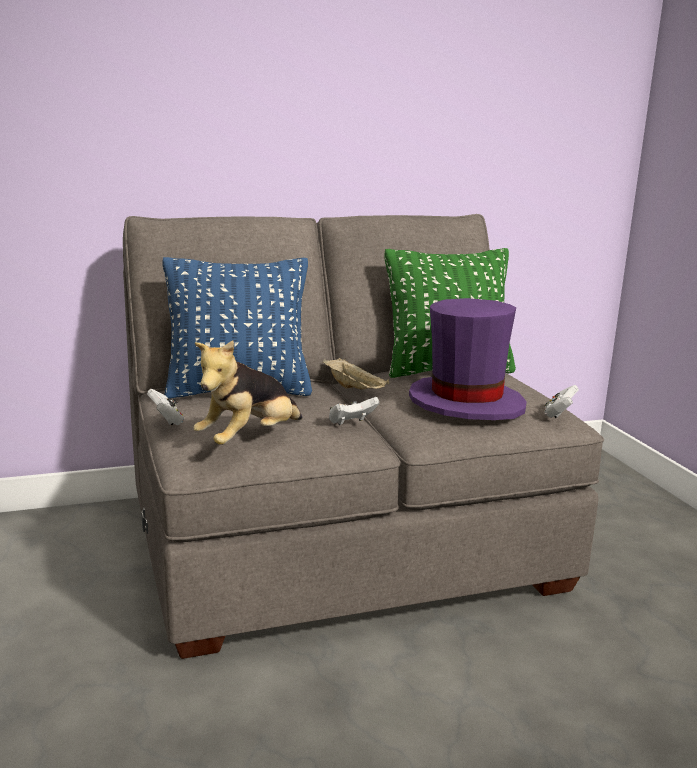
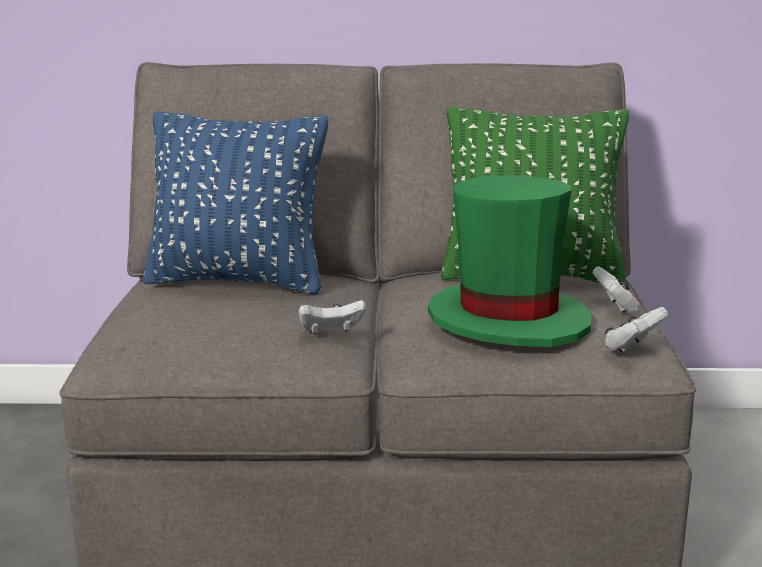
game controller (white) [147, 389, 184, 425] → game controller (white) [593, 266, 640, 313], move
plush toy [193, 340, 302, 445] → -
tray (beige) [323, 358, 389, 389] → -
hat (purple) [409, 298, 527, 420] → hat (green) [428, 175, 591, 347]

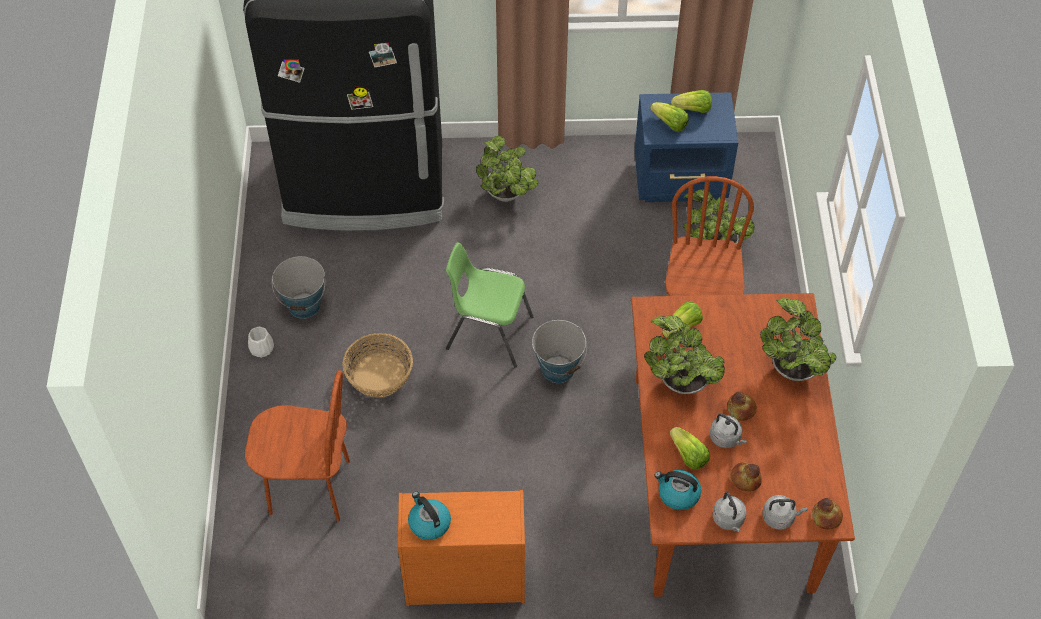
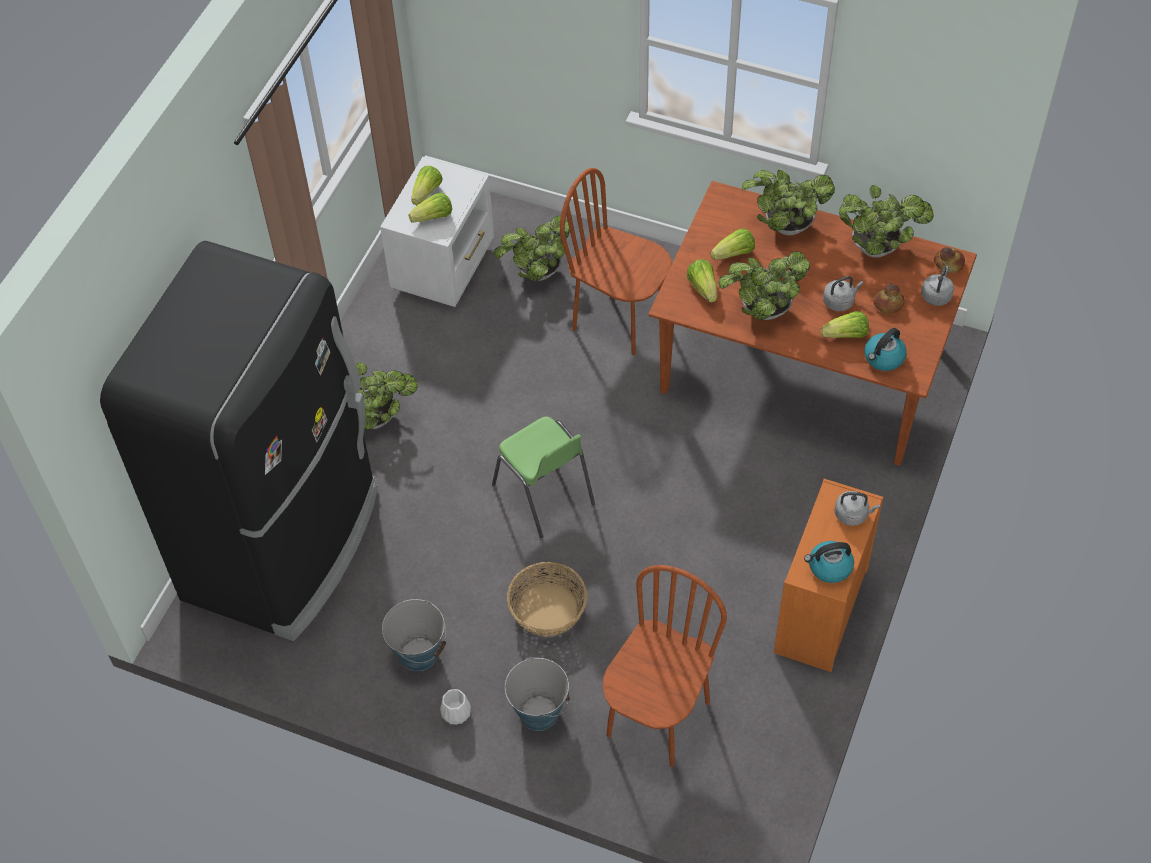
chair (green) [446, 242, 534, 368] → chair (green) [492, 417, 595, 538], 75 degrees counterclockwise
bucket [532, 320, 587, 383] → bucket [505, 657, 570, 731], move
nightstand (blue) [635, 92, 738, 202] → nightstand (white) [380, 157, 494, 307]
kettle (grey) [713, 492, 746, 532] → kettle (grey) [834, 491, 880, 526], move
bread [727, 392, 757, 421] → -
- → lettuce [711, 228, 755, 260]
- → potted plant [839, 185, 934, 258]

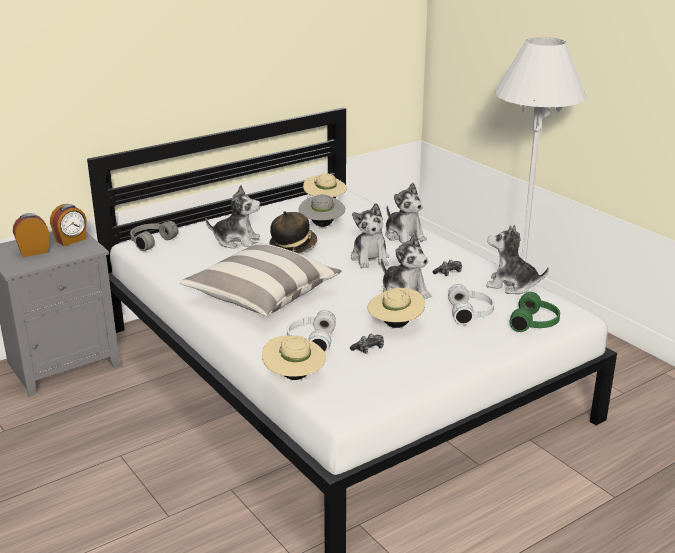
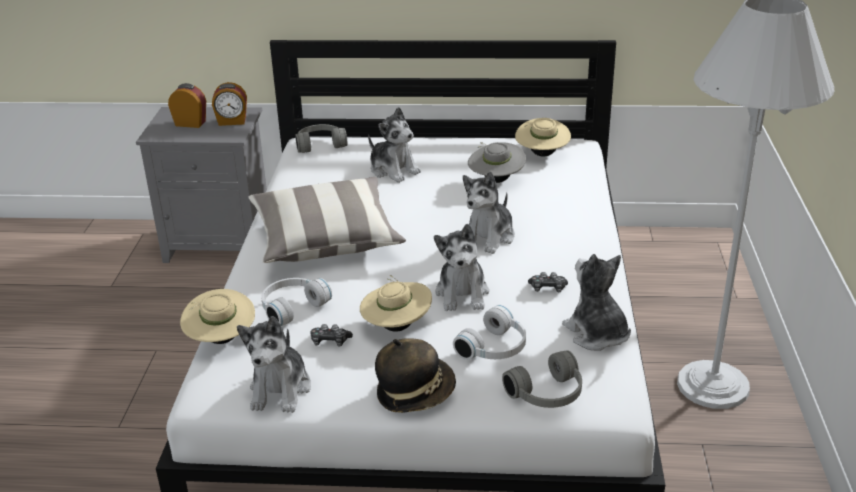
hat [270, 211, 317, 254] → hat [375, 338, 456, 413], move
plush toy [385, 183, 427, 243] → plush toy [237, 316, 311, 413], move
headphones (green) [509, 292, 560, 332] → headphones (grey) [502, 350, 582, 408]

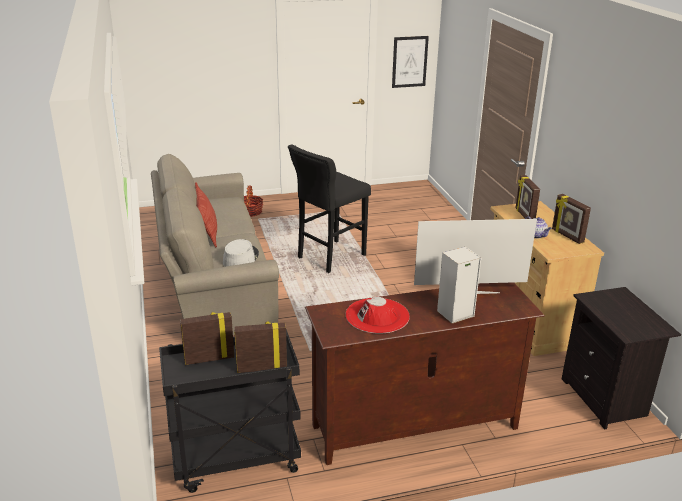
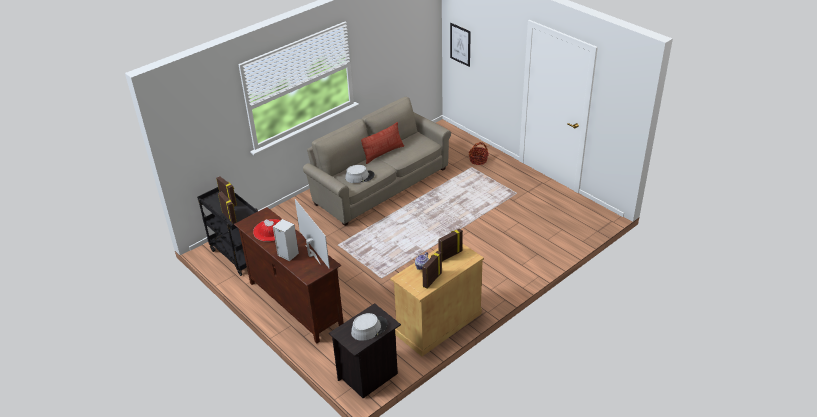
stool (black) [288, 145, 371, 273] → -
picture [392, 36, 429, 88] → picture [450, 23, 471, 67], move
- → hat (grey) [351, 313, 388, 341]

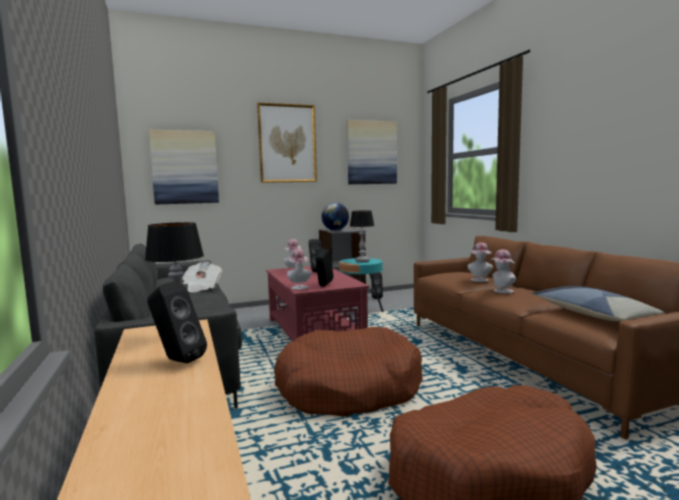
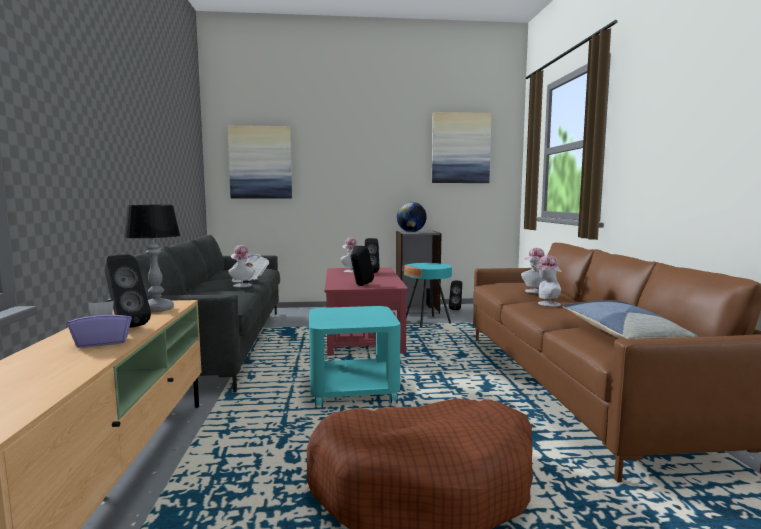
picture [257, 103, 317, 183] → -
dog bed (brown) [274, 327, 423, 417] → side table (turquoise) [309, 306, 400, 408]
hat [287, 249, 312, 290] → hat [228, 245, 255, 287], move
table lamp [350, 211, 374, 262] → -
- → tissue box (purple) [67, 301, 132, 348]

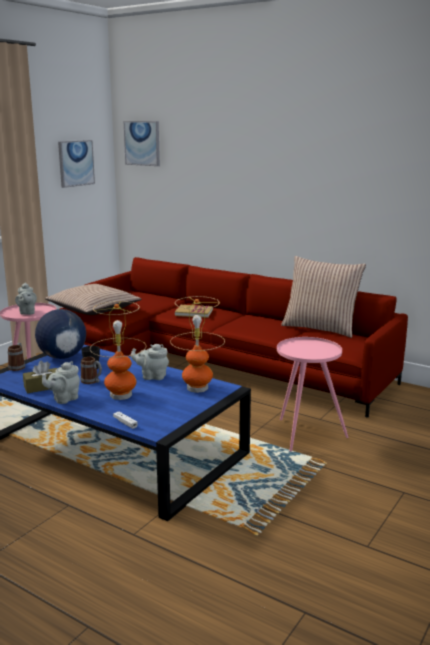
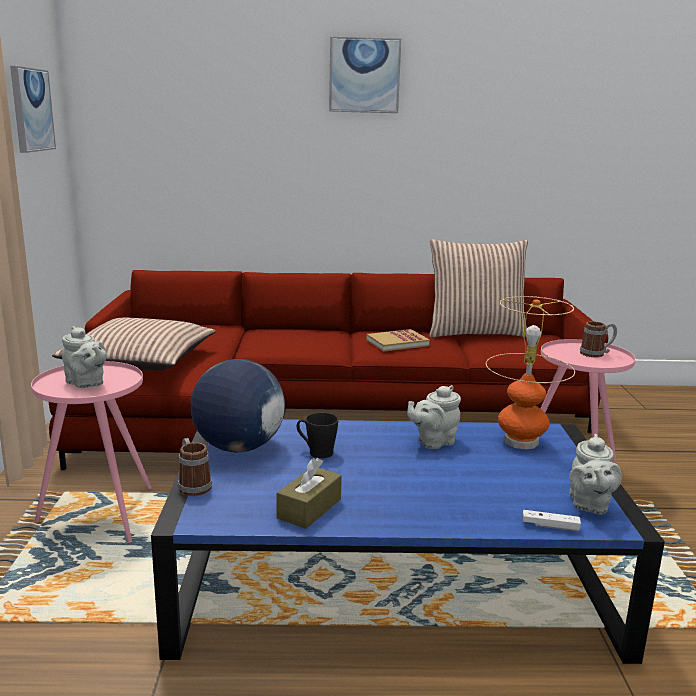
teapot (grey) [42, 361, 80, 404] → teapot (grey) [569, 434, 622, 515], move
mug [80, 357, 102, 384] → mug [580, 321, 617, 358], move
table lamp [90, 301, 146, 400] → -
picture [124, 121, 160, 166] → picture [329, 37, 401, 113], move
book [175, 305, 213, 318] → book [366, 329, 430, 352], move

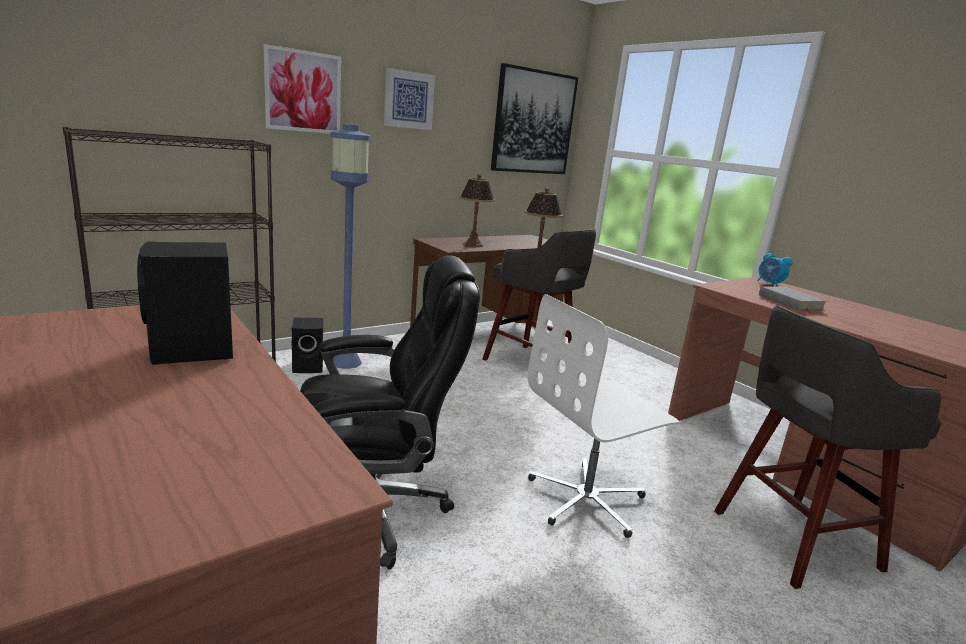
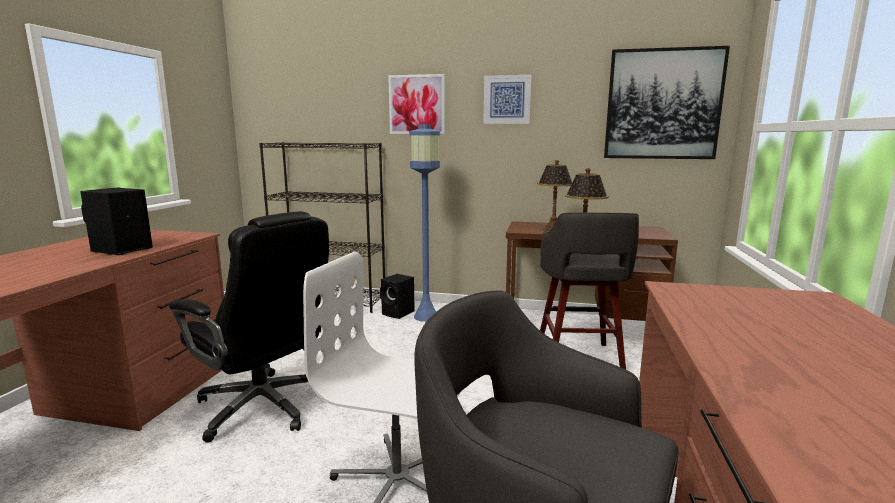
alarm clock [757, 250, 792, 287] → -
book (grey) [759, 286, 828, 314] → -

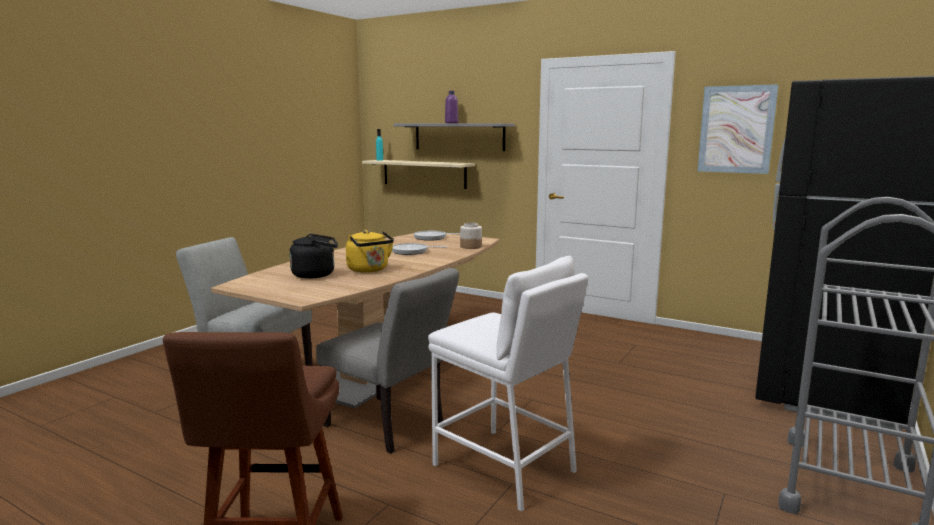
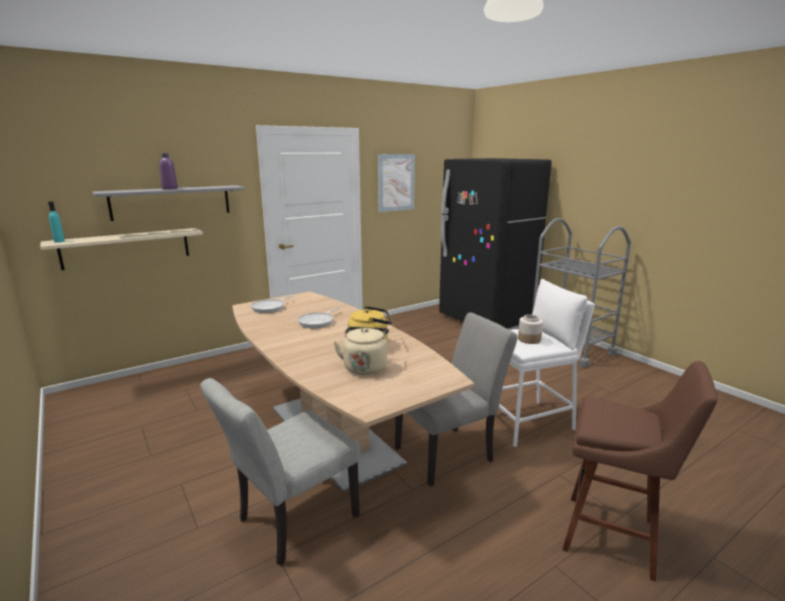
kettle (black) [289, 234, 338, 279] → kettle (beige) [333, 327, 389, 375]
jar [460, 223, 482, 249] → jar [518, 314, 543, 344], move

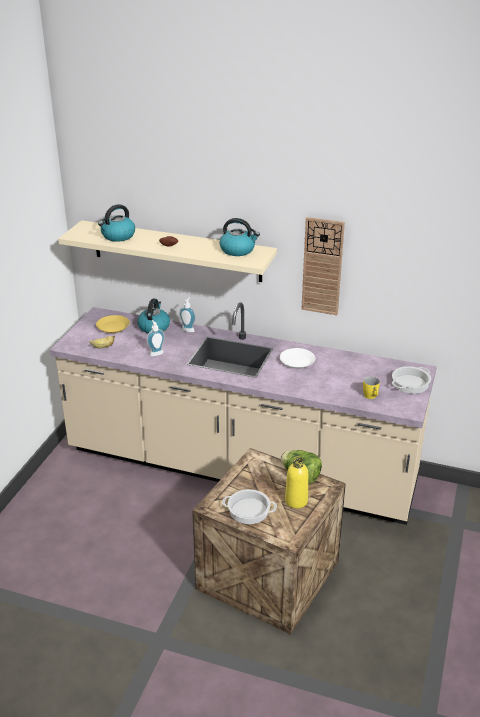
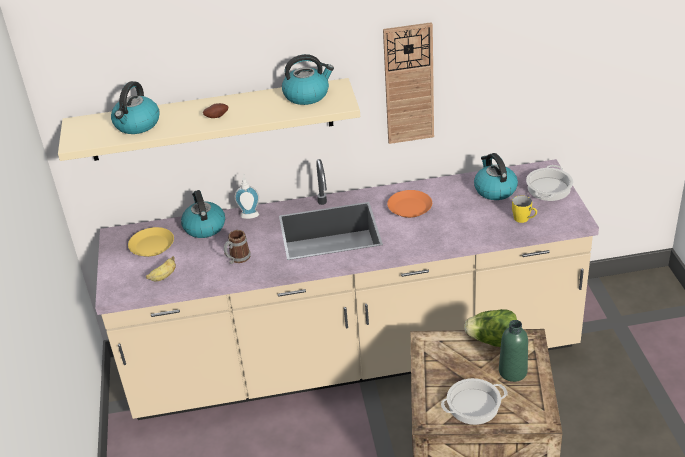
soap dispenser [147, 320, 165, 356] → mug [224, 230, 251, 264]
plate (white) [280, 348, 315, 369] → plate (orange) [387, 190, 432, 218]
bottle (yellow) [285, 457, 308, 509] → bottle (green) [499, 320, 528, 382]
- → kettle [474, 153, 518, 200]

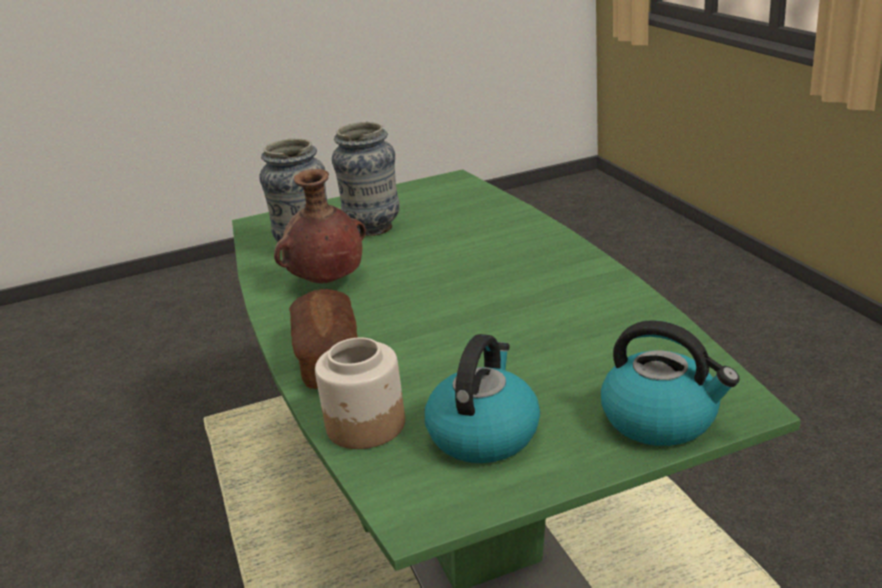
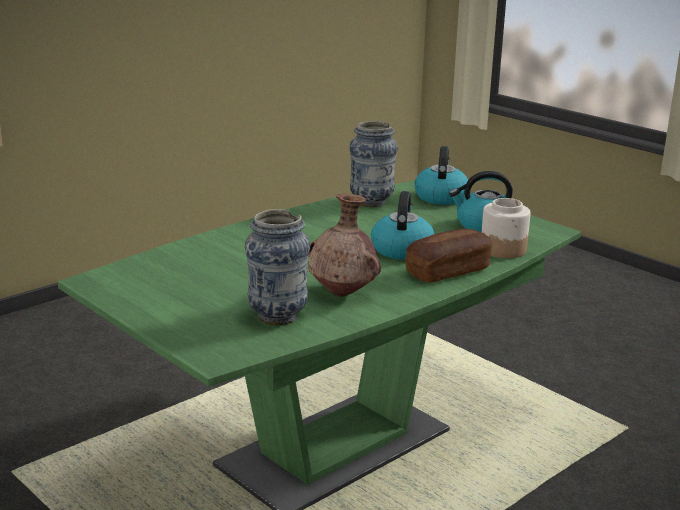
vase [332, 122, 400, 236] → vase [349, 121, 398, 207], move
- → kettle [371, 191, 434, 260]

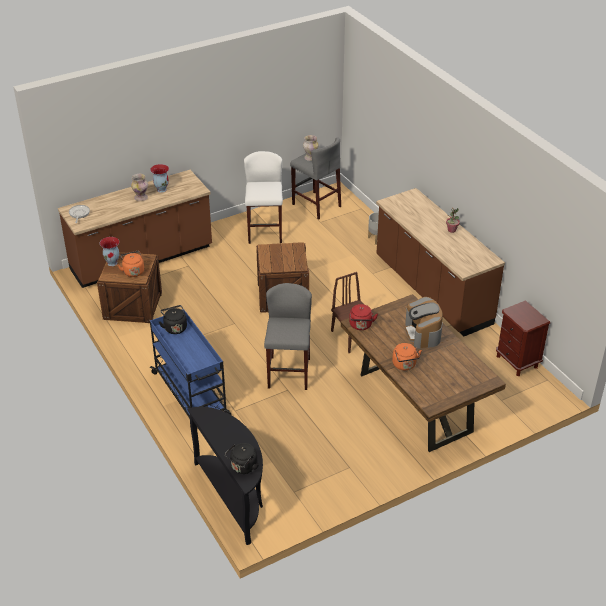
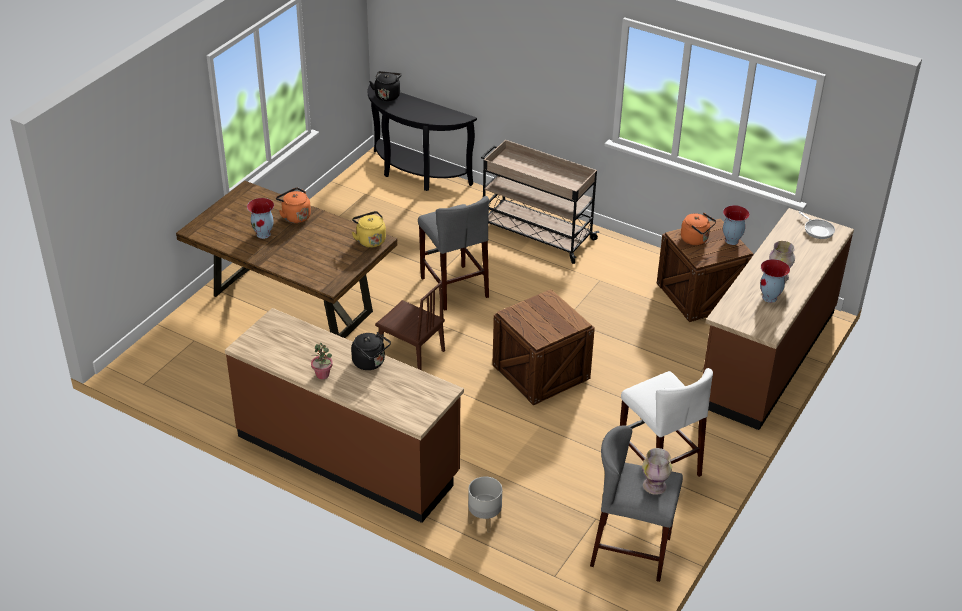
cart (blue) [150, 309, 232, 419] → cart (beige) [481, 140, 600, 264]
kettle (black) [159, 305, 187, 334] → kettle (black) [351, 332, 391, 370], move
kettle (red) [349, 304, 378, 330] → kettle (yellow) [352, 211, 386, 248]
coffee machine [405, 297, 443, 349] → -
nightstand (brown) [496, 300, 550, 376] → -
- → vase [247, 198, 274, 239]

